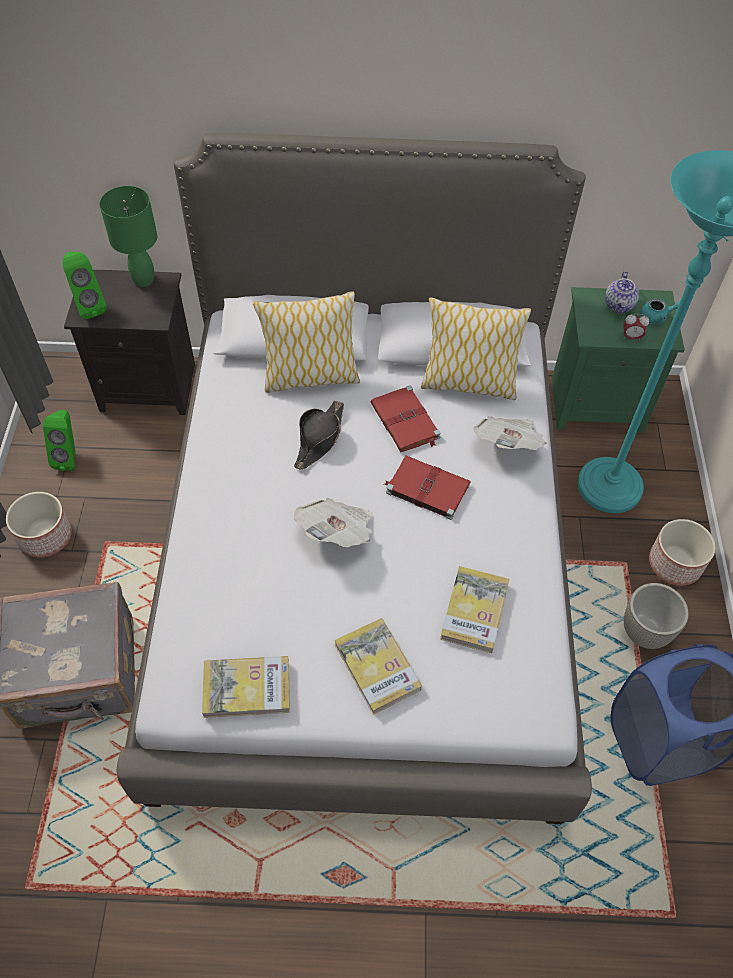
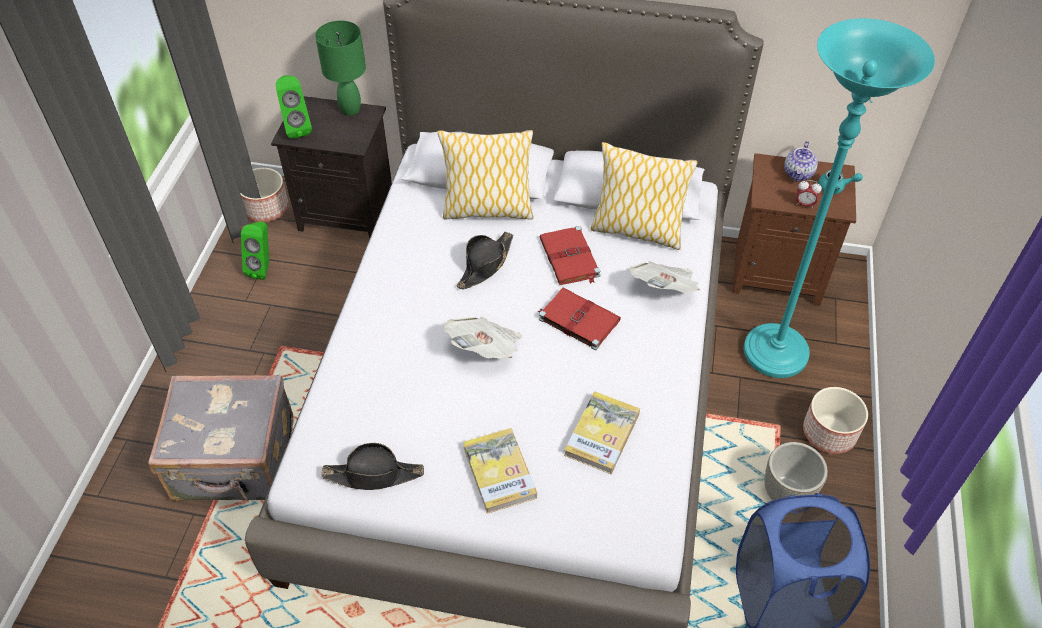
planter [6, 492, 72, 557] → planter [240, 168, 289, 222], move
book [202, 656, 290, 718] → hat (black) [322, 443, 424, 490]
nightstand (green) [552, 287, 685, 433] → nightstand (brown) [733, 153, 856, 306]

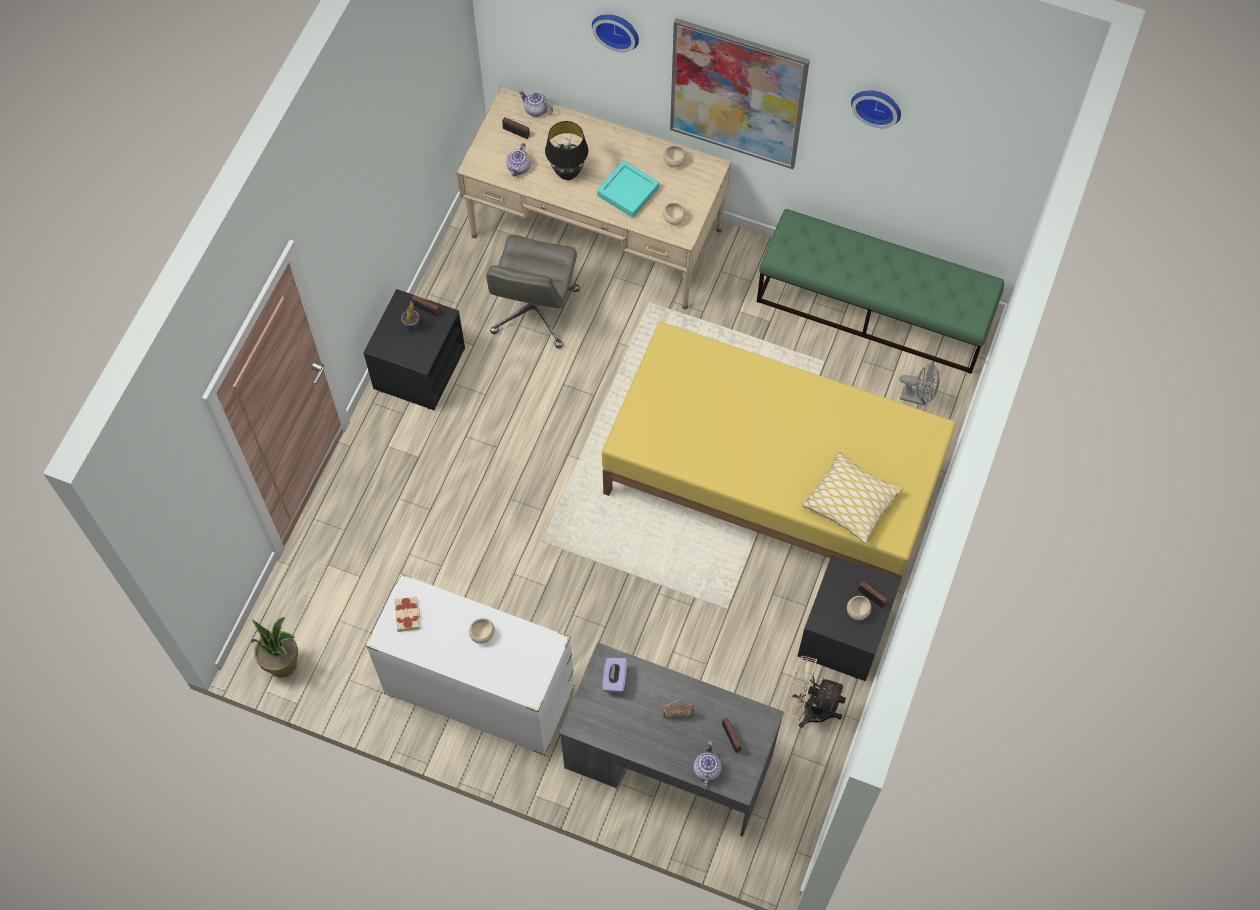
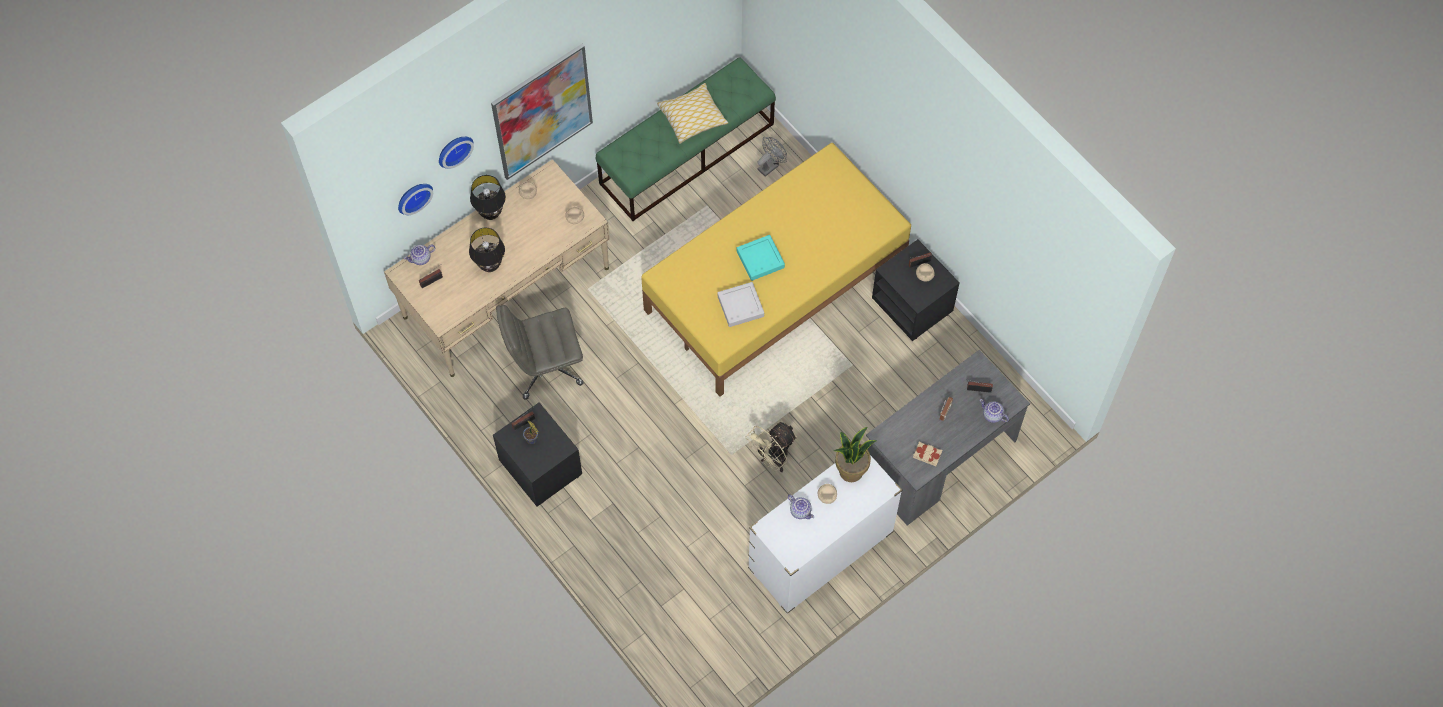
potted plant [250, 617, 298, 678] → potted plant [834, 427, 877, 482], move
book (beige) [395, 596, 420, 632] → book (beige) [913, 441, 942, 466], move
office chair (grey) [486, 235, 580, 348] → office chair (grey) [496, 305, 584, 400], 120 degrees clockwise
teapot [506, 143, 531, 177] → teapot [788, 494, 814, 519], move
tray (turquoise) [597, 160, 659, 218] → tray (turquoise) [737, 235, 785, 281], move
tissue box (purple) [602, 658, 628, 693] → -
fan (beige) [785, 656, 846, 728] → fan (beige) [745, 422, 797, 472], move
pillow [802, 452, 903, 544] → pillow [657, 83, 729, 144], move
wall clock [851, 90, 901, 128] → wall clock [398, 184, 433, 215], move
- → table lamp (black) [470, 175, 506, 220]
- → tray (grey) [717, 282, 764, 327]

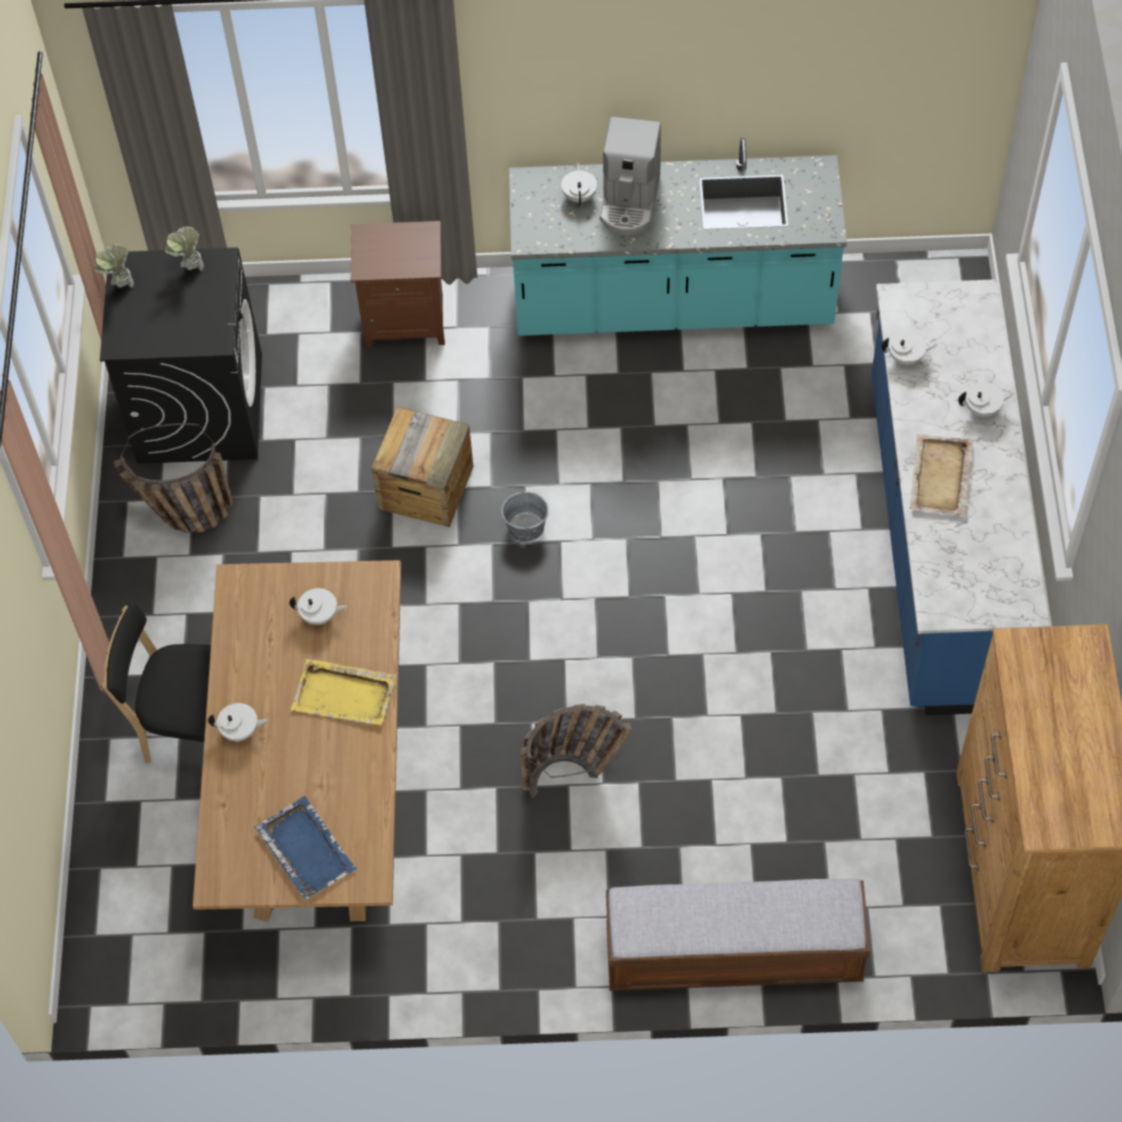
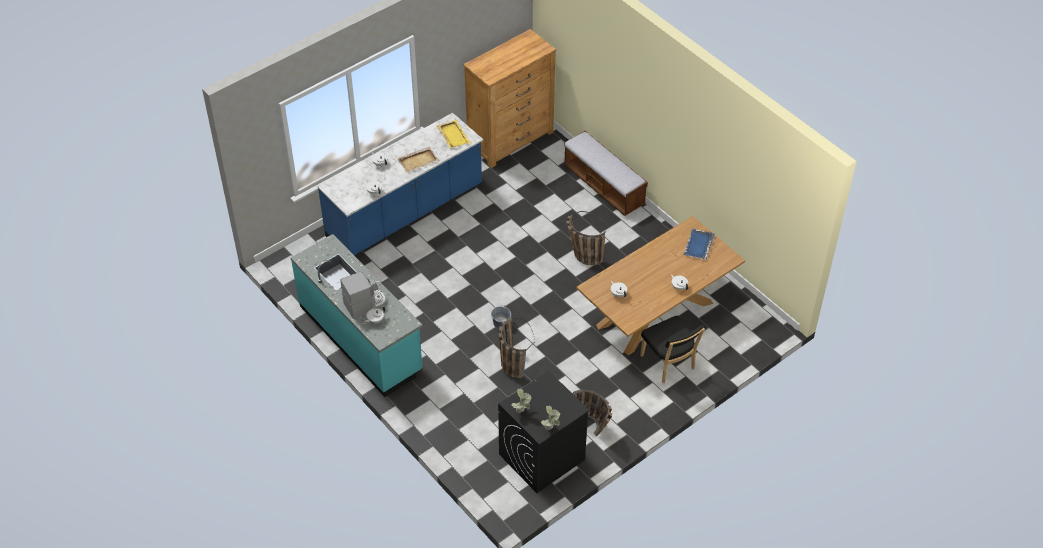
tray (yellow) [291, 659, 396, 725] → tray (yellow) [437, 120, 471, 148], move
nightstand (brown) [351, 221, 445, 348] → -
crate [372, 407, 473, 527] → basket [499, 318, 535, 378]

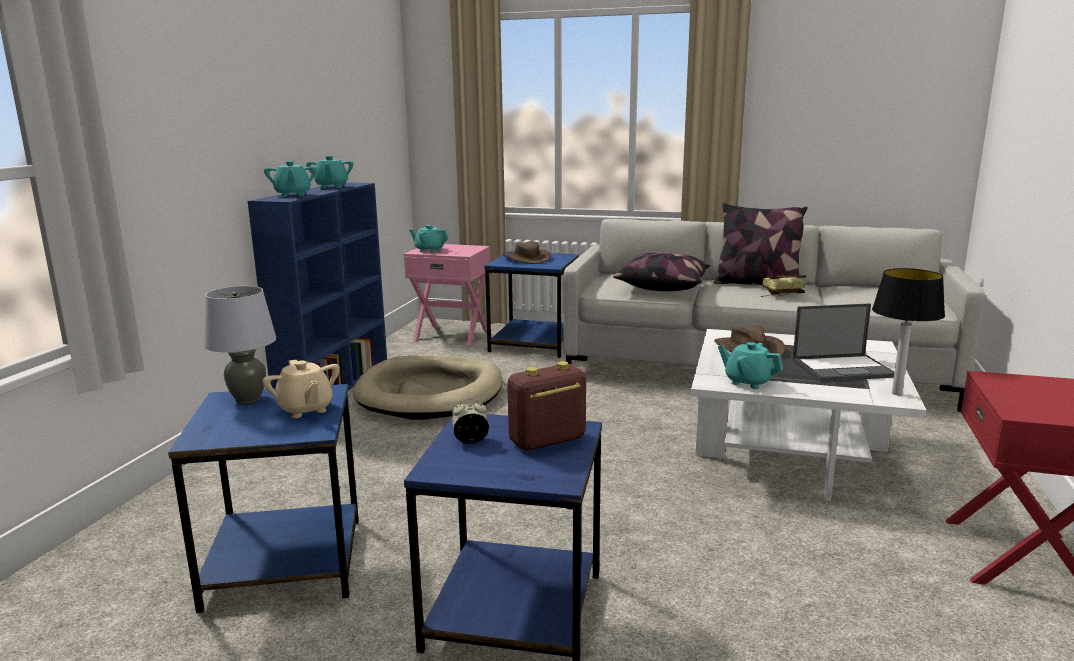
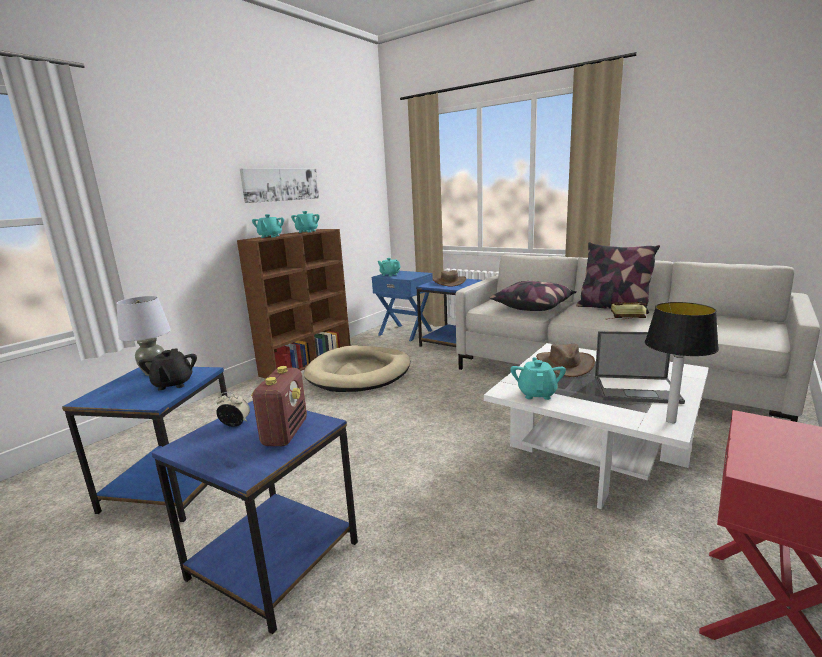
bookcase (blue) [248, 182, 387, 390] → bookcase (brown) [237, 229, 351, 379]
teapot (beige) [262, 359, 340, 418] → teapot (black) [139, 348, 197, 390]
nightstand (pink) [404, 244, 490, 346] → nightstand (blue) [372, 271, 433, 341]
radio [507, 361, 586, 450] → radio [251, 366, 307, 446], 105 degrees clockwise
teapot (turquoise) [718, 342, 783, 389] → teapot (turquoise) [510, 358, 566, 400], 45 degrees clockwise
- → picture [240, 168, 319, 203]

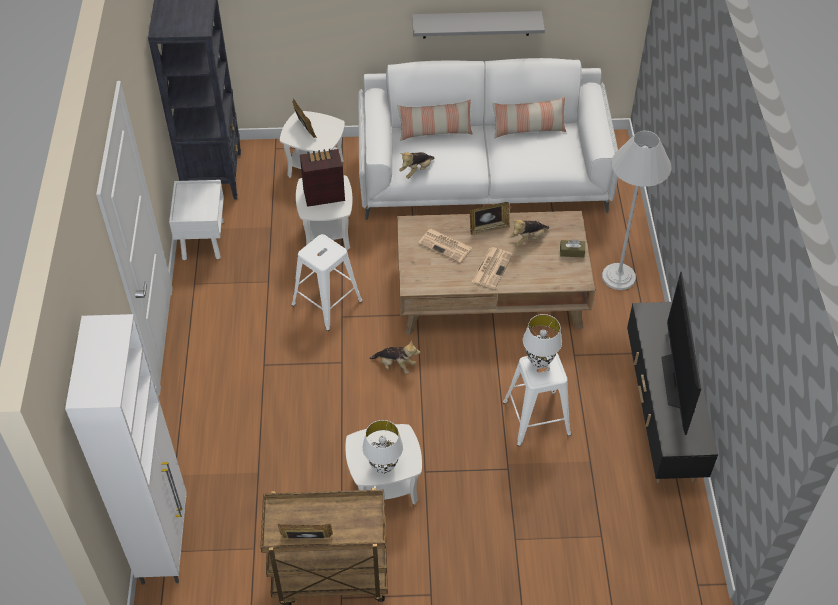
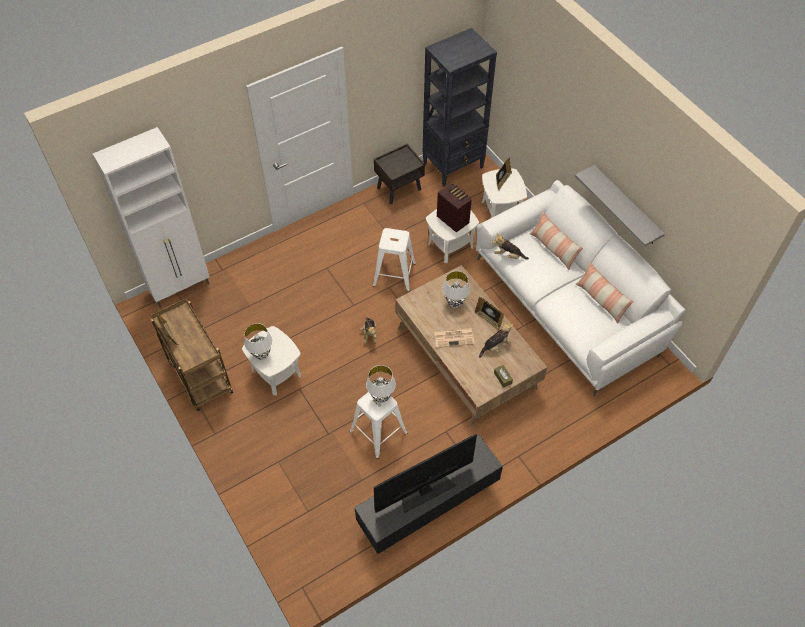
nightstand (white) [169, 180, 224, 260] → nightstand (brown) [374, 144, 425, 204]
newspaper [418, 229, 472, 263] → table lamp (white) [443, 271, 470, 308]
plush toy [510, 220, 549, 246] → plush toy [479, 321, 513, 358], 120 degrees clockwise
floor lamp (white) [602, 130, 671, 290] → -

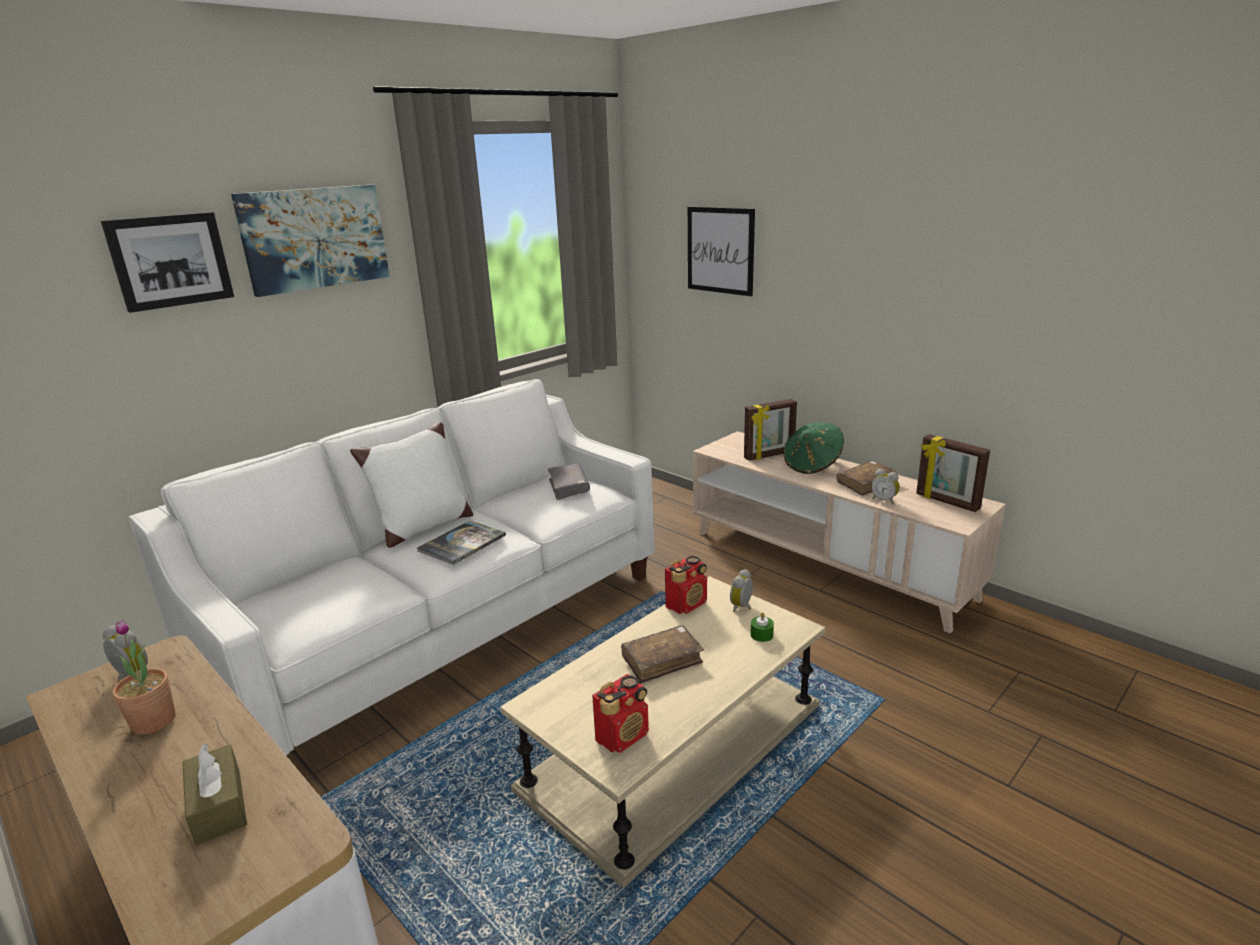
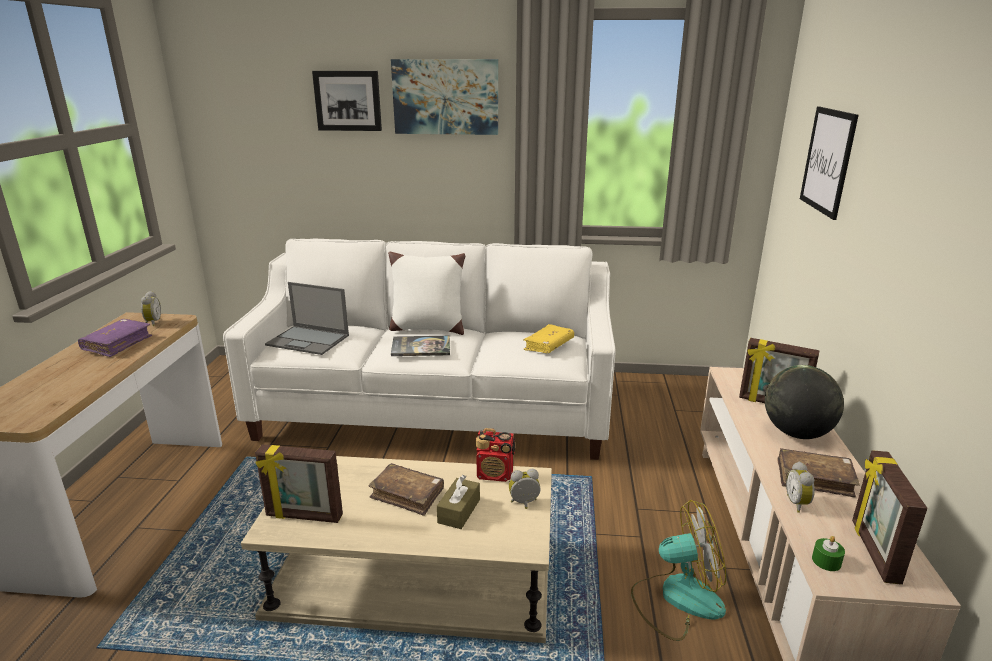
potted plant [112, 620, 176, 735] → book (purple) [78, 319, 152, 357]
tissue box (brown) [182, 744, 247, 845] → tissue box (brown) [437, 475, 480, 529], move
book (grey) [548, 464, 590, 500] → book (yellow) [523, 324, 574, 353]
radio [592, 674, 649, 753] → picture frame [255, 444, 343, 523]
candle (green) [750, 612, 774, 642] → candle (green) [812, 536, 845, 571], move
hat (green) [783, 422, 844, 474] → globe [765, 365, 844, 439]
- → laptop [265, 282, 349, 355]
- → fan [631, 500, 726, 641]

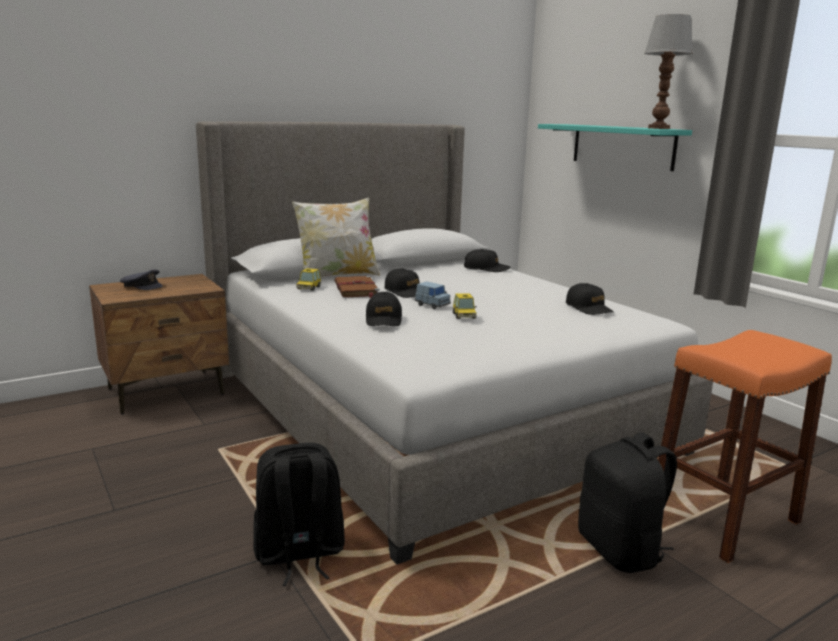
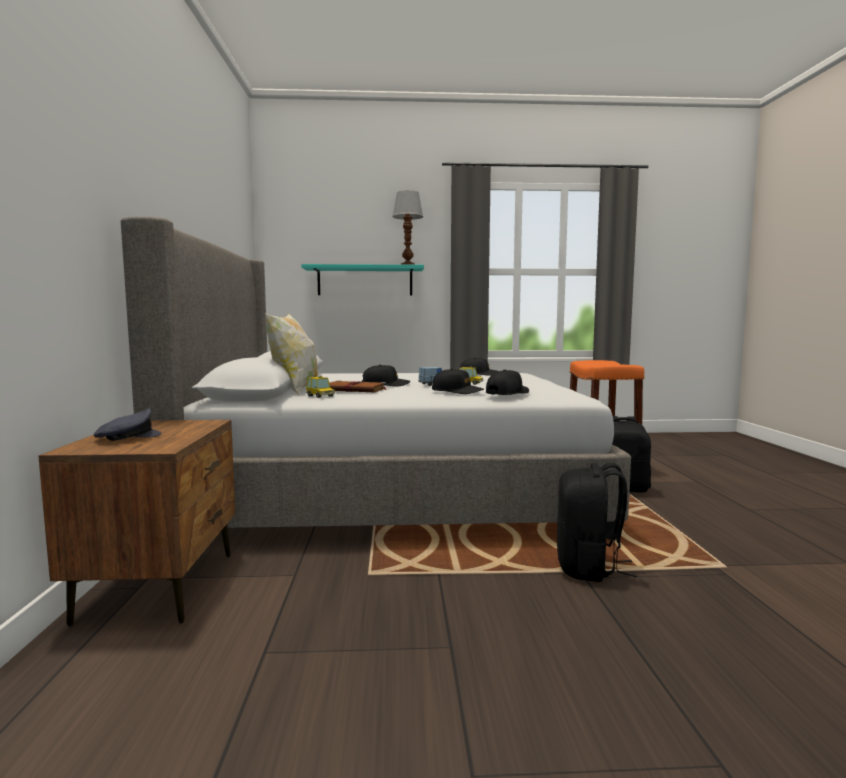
cap (black) [464, 249, 510, 272] → cap (black) [486, 370, 529, 395], move

